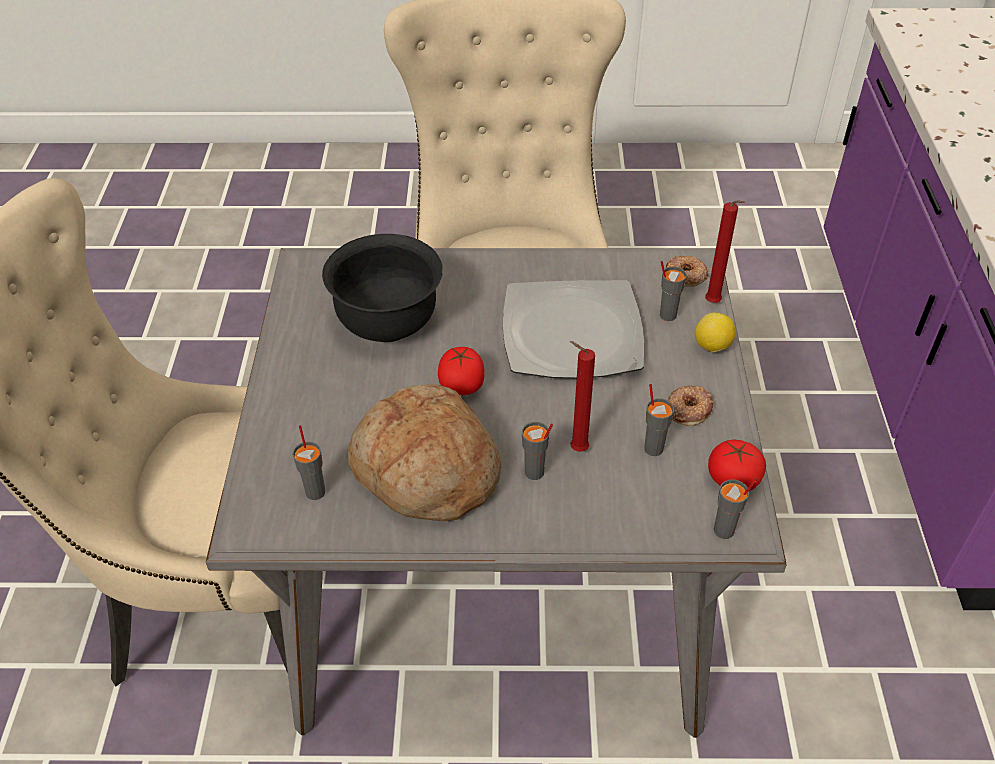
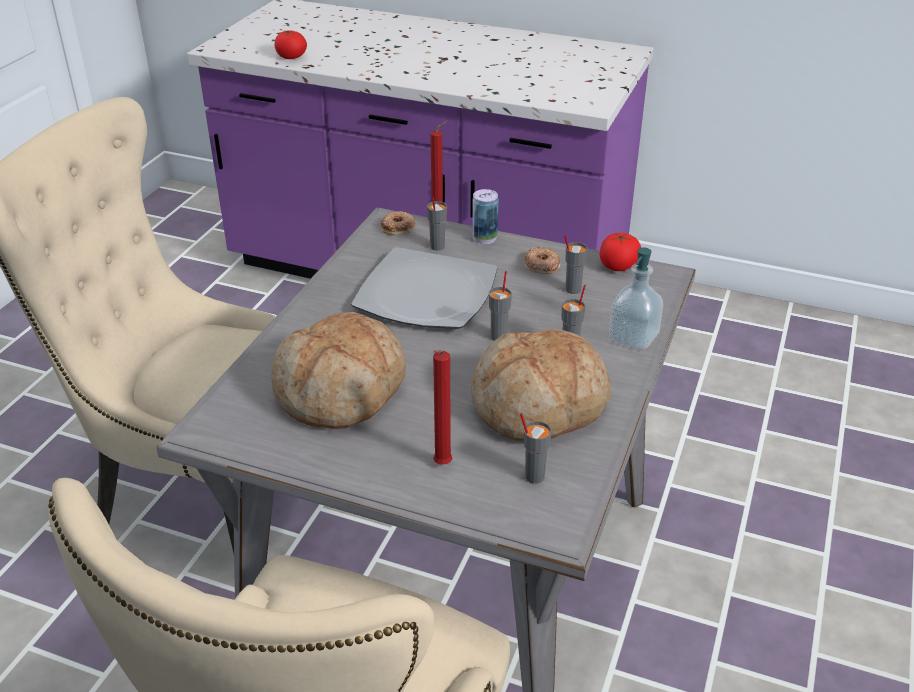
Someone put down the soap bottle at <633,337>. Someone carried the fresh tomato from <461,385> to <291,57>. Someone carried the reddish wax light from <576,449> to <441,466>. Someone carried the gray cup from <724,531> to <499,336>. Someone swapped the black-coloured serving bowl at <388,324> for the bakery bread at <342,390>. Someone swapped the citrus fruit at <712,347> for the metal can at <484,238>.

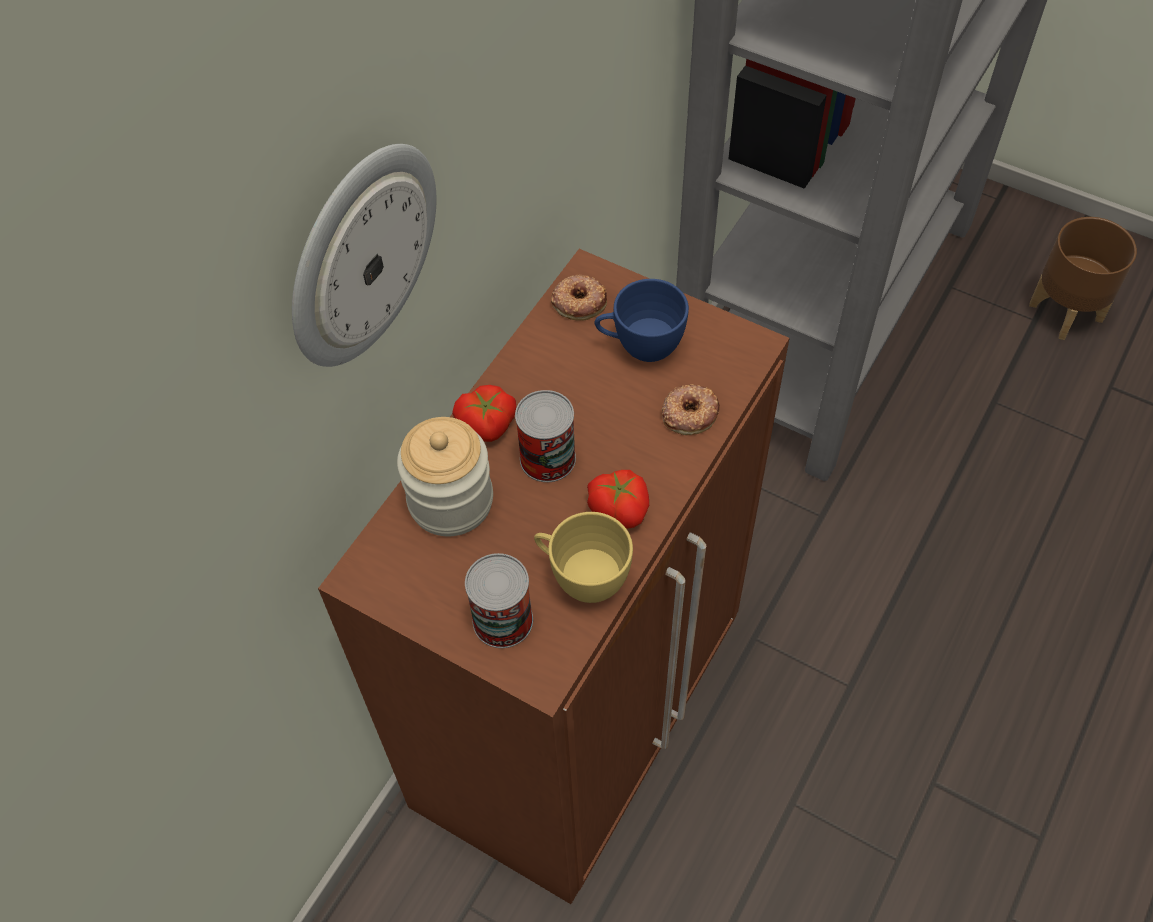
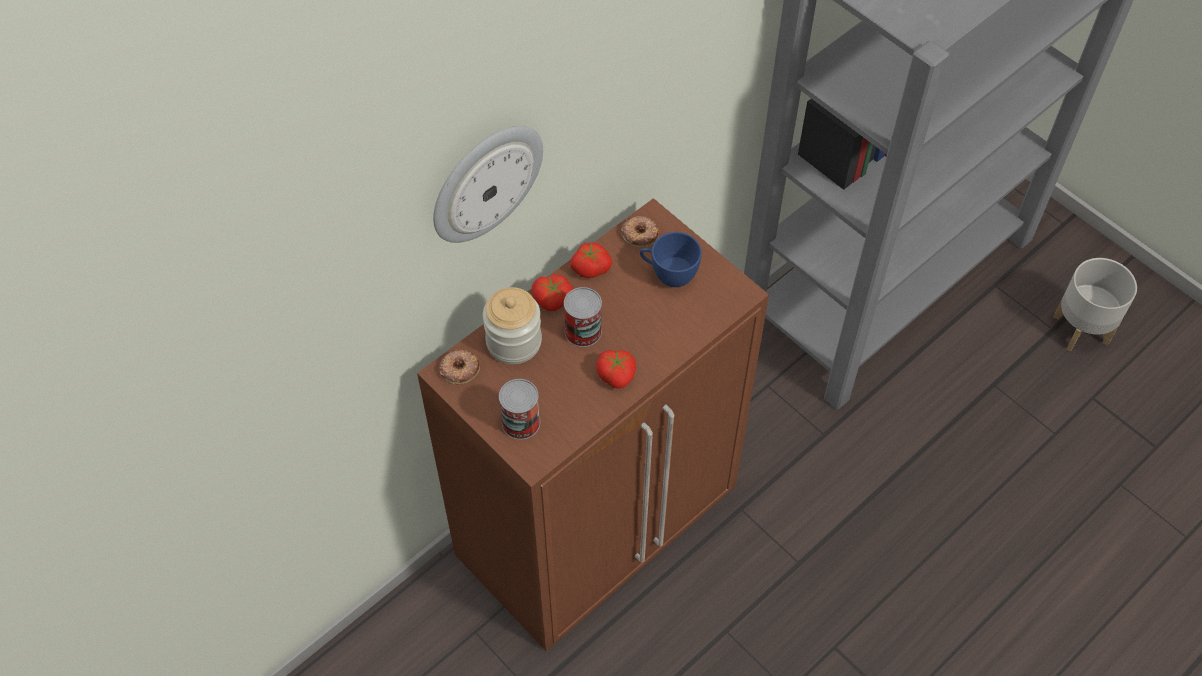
Someone took away the yellow-coloured cup at <582,577>. Someone put down the fresh tomato at <590,267>. Someone carried the donut from <689,413> to <459,369>. Someone repainted the brown-coloured plant pot at <1066,312>, which became the gray plant pot at <1082,329>.

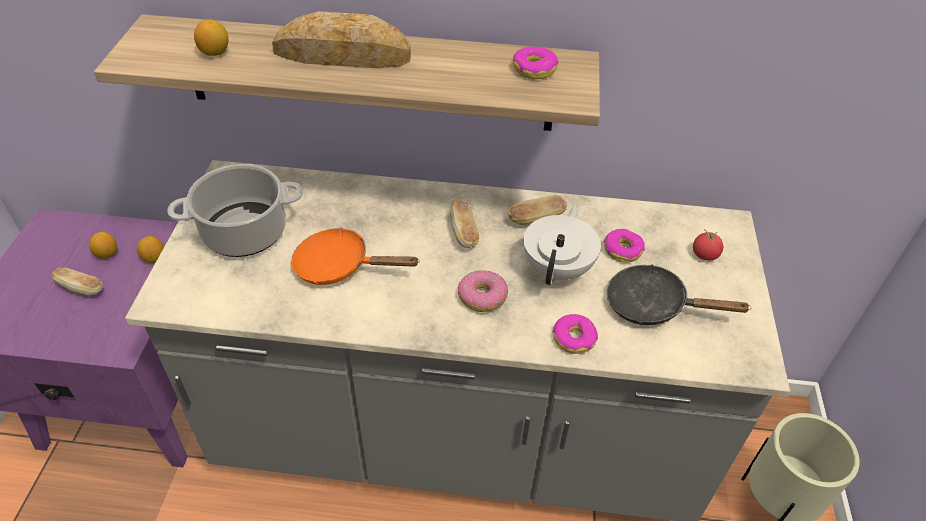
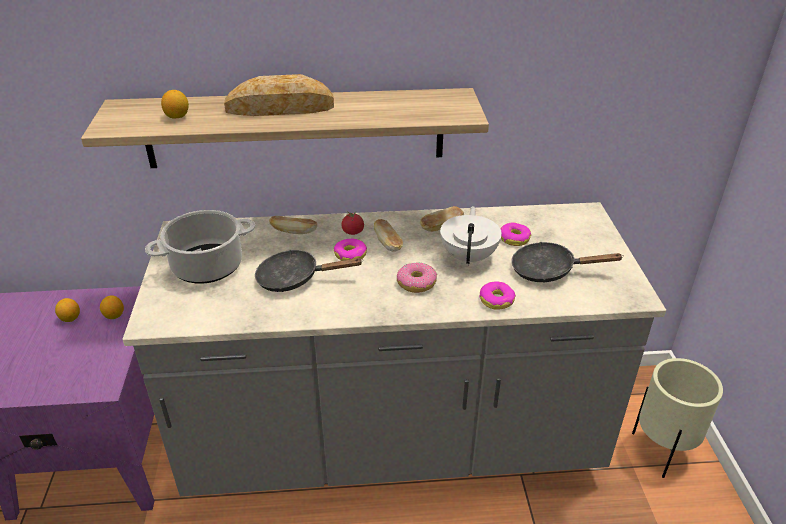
Someone carried the bakery bread from <81,288> to <294,232>. Someone carried the donut from <534,69> to <350,255>. Someone carried the fresh tomato from <704,255> to <353,232>. Someone repainted the orange frying pan at <339,266>, which became the black-coloured frying pan at <295,279>.

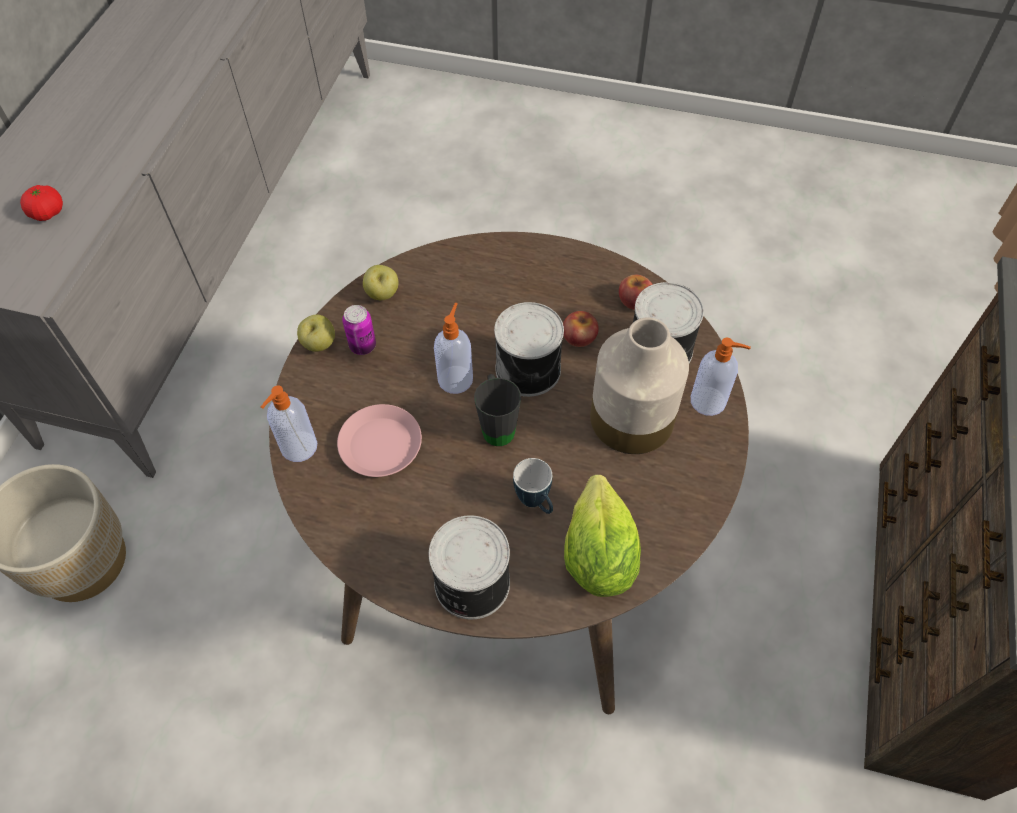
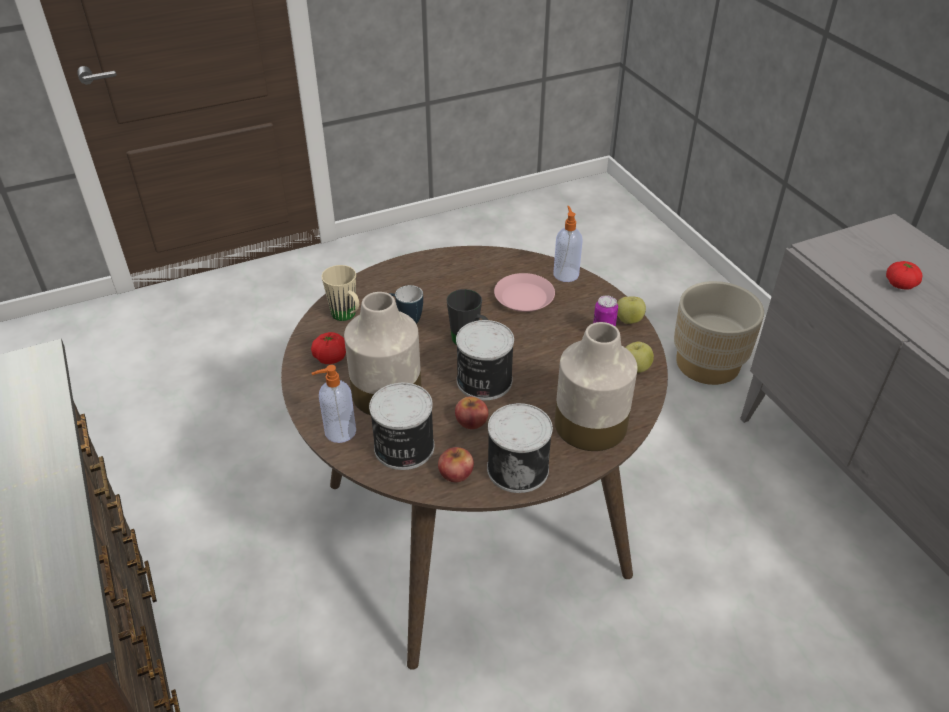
Someone took away the soap bottle at <456,378>. Someone put down the fresh tomato at <331,358>. Someone put down the beige-coloured flower vase at <590,423>. Someone carried the metal can from <470,584> to <518,467>. Someone swapped the lettuce at <598,556> for the beige-coloured coffee mug at <347,317>.

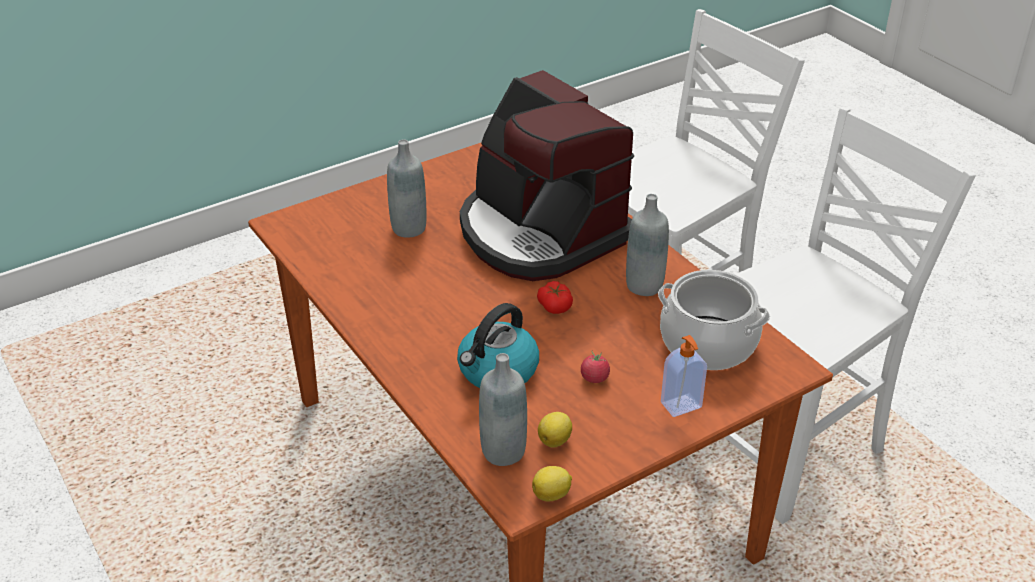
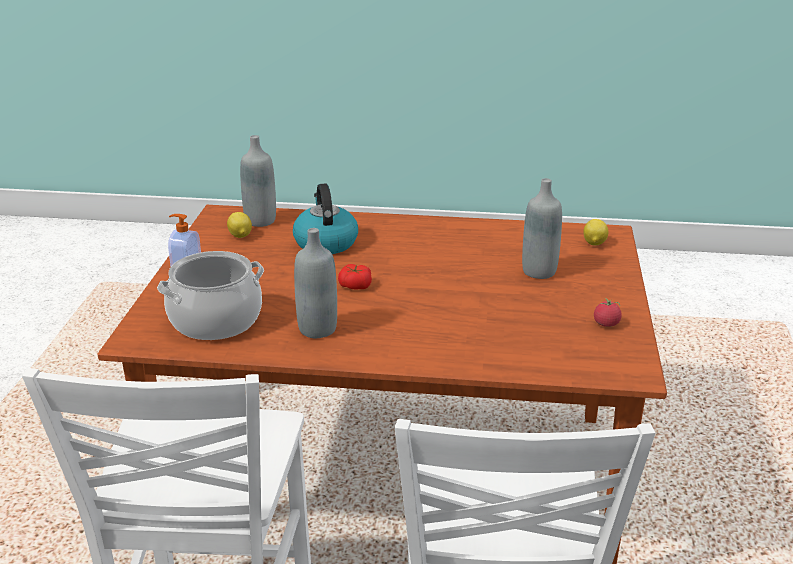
Someone took away the coffee maker at <539,233>. Someone carried the citrus fruit from <552,495> to <594,243>. Someone carried the fresh tomato from <594,378> to <606,324>.

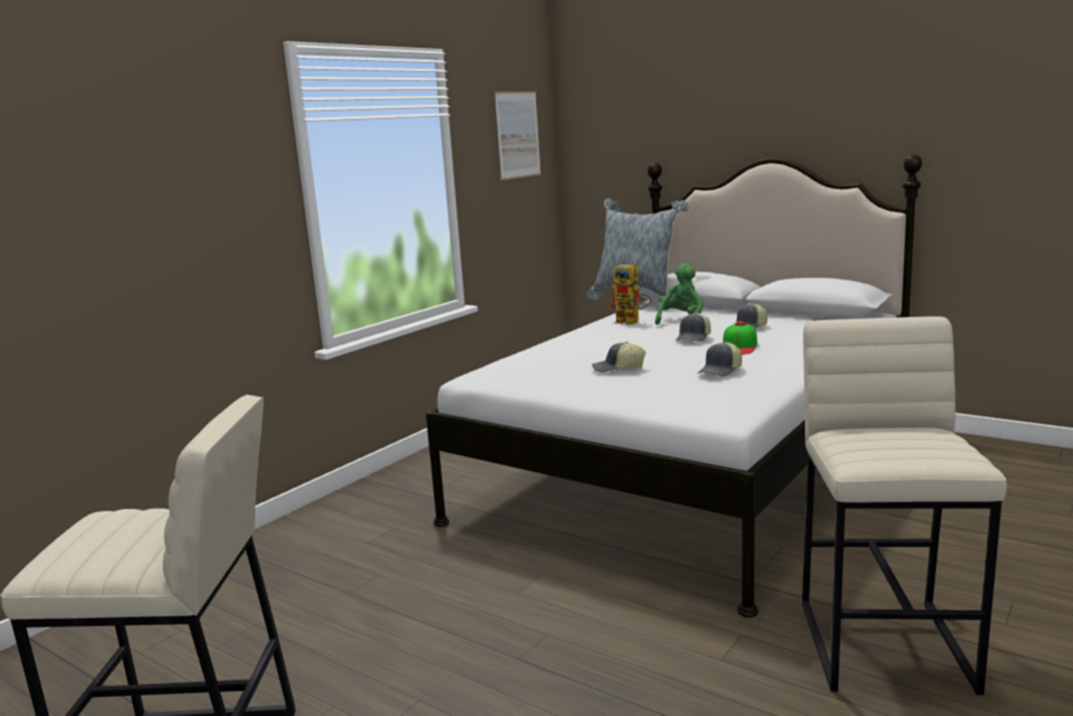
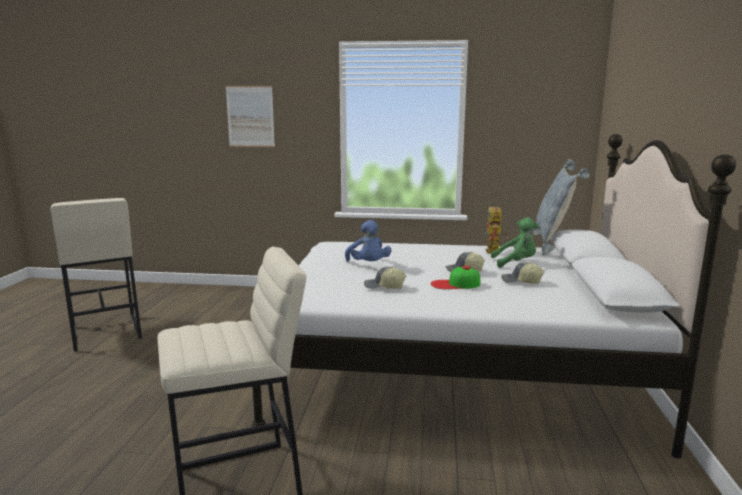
Someone carried the picture from <518,135> to <250,116>. Someone swapped the cap at <618,369> for the blue plush toy at <368,265>.

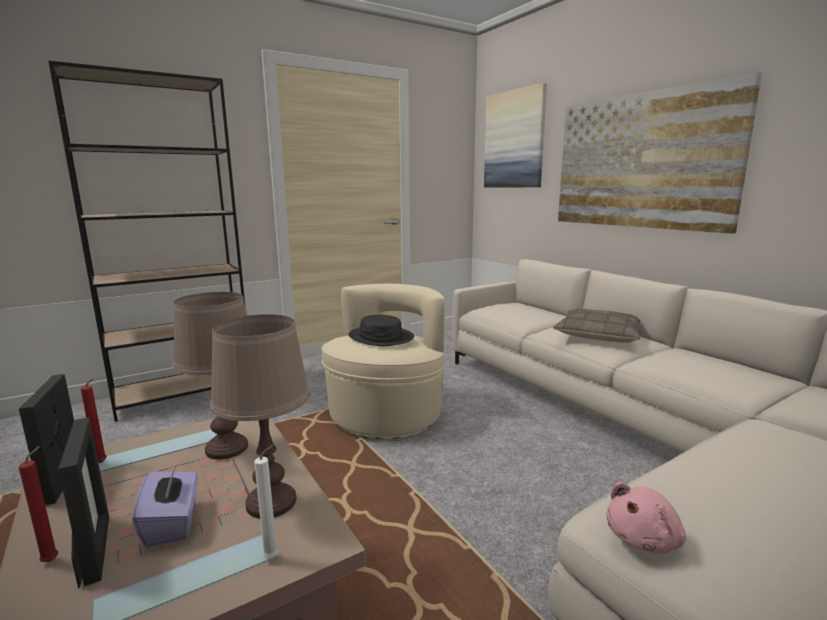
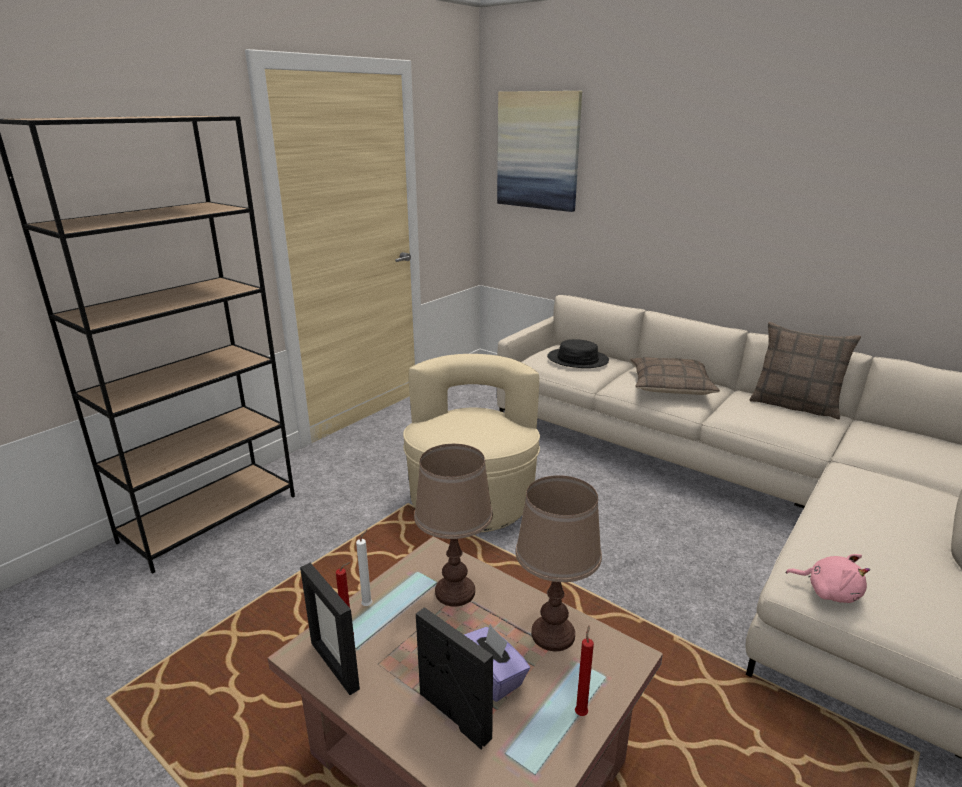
Someone took away the picture at <642,161>. Someone put down the pillow at <794,405>. Someone carried the reddish wax light from <53,560> to <581,712>. Someone carried the white wax light from <273,556> to <368,604>. Someone carried the black-coloured wearable hat from <381,337> to <577,360>. Someone rotated the pink plush toy at <644,539> by 90 degrees counterclockwise.

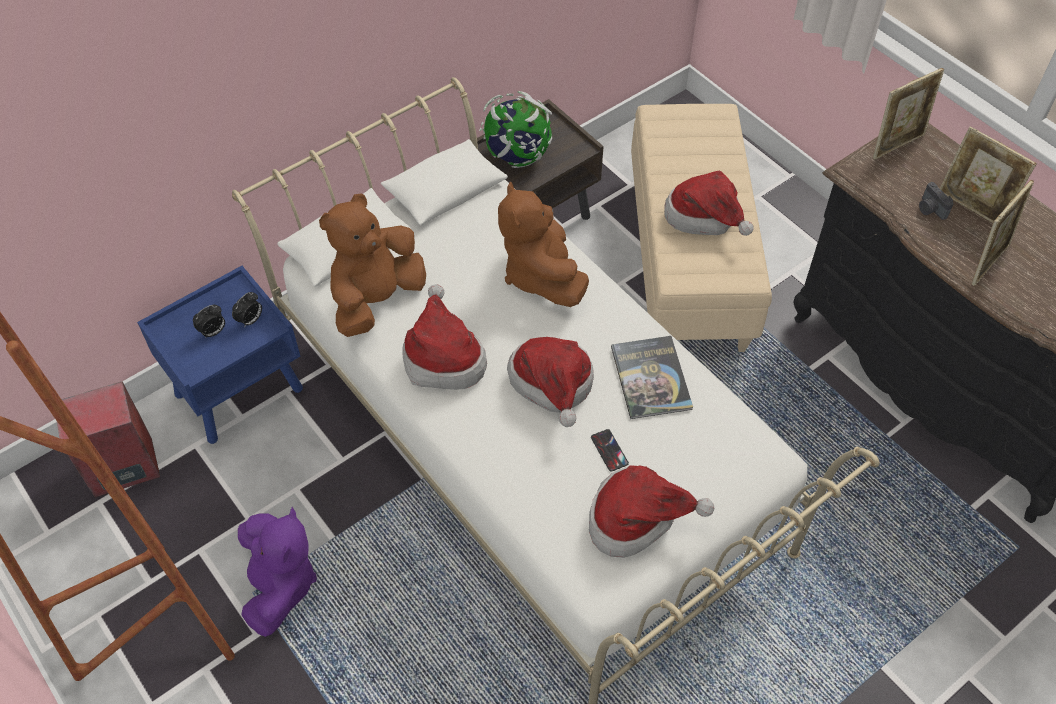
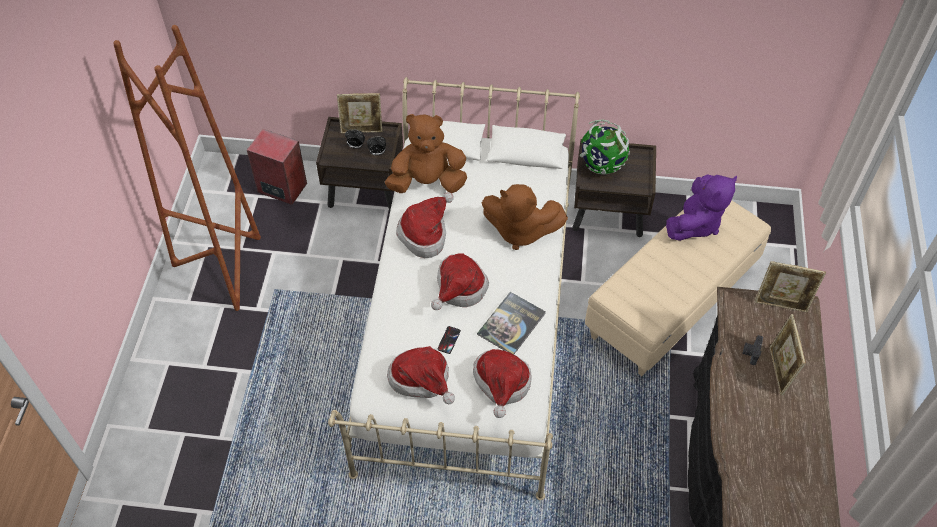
Someone carried the purplish plush toy from <279,585> to <695,224>. Someone carried the wearable hat from <705,218> to <502,385>. Someone carried the picture frame from <987,262> to <362,130>. Someone repainted the blue bedside table at <240,391>, which became the brown-coloured bedside table at <366,192>. Someone rotated the brown-coloured plush toy at <541,275> by 105 degrees counterclockwise.

